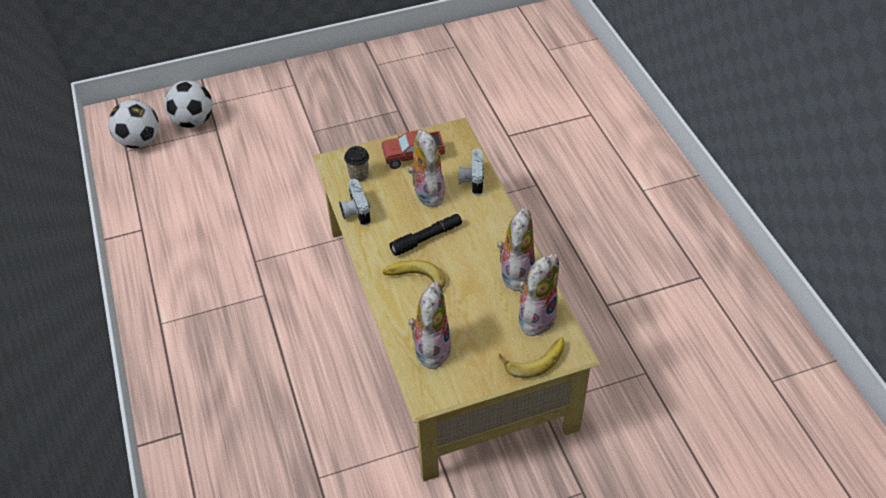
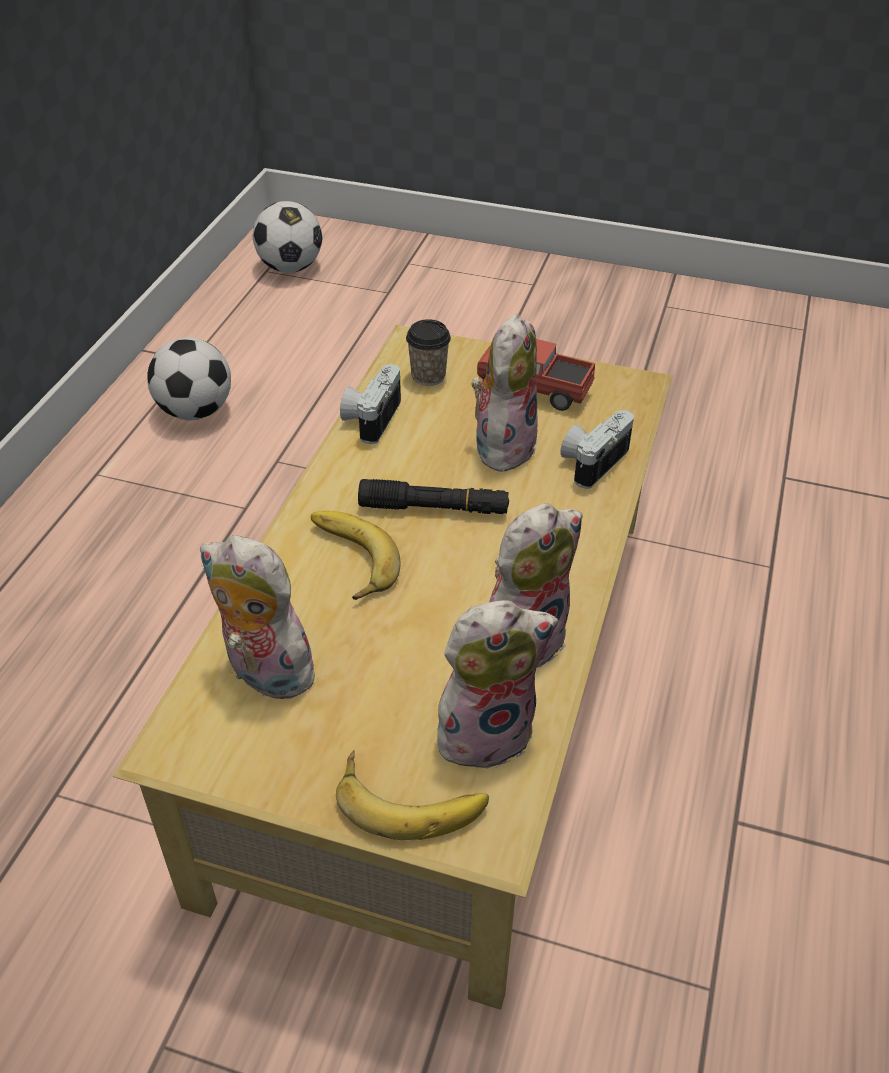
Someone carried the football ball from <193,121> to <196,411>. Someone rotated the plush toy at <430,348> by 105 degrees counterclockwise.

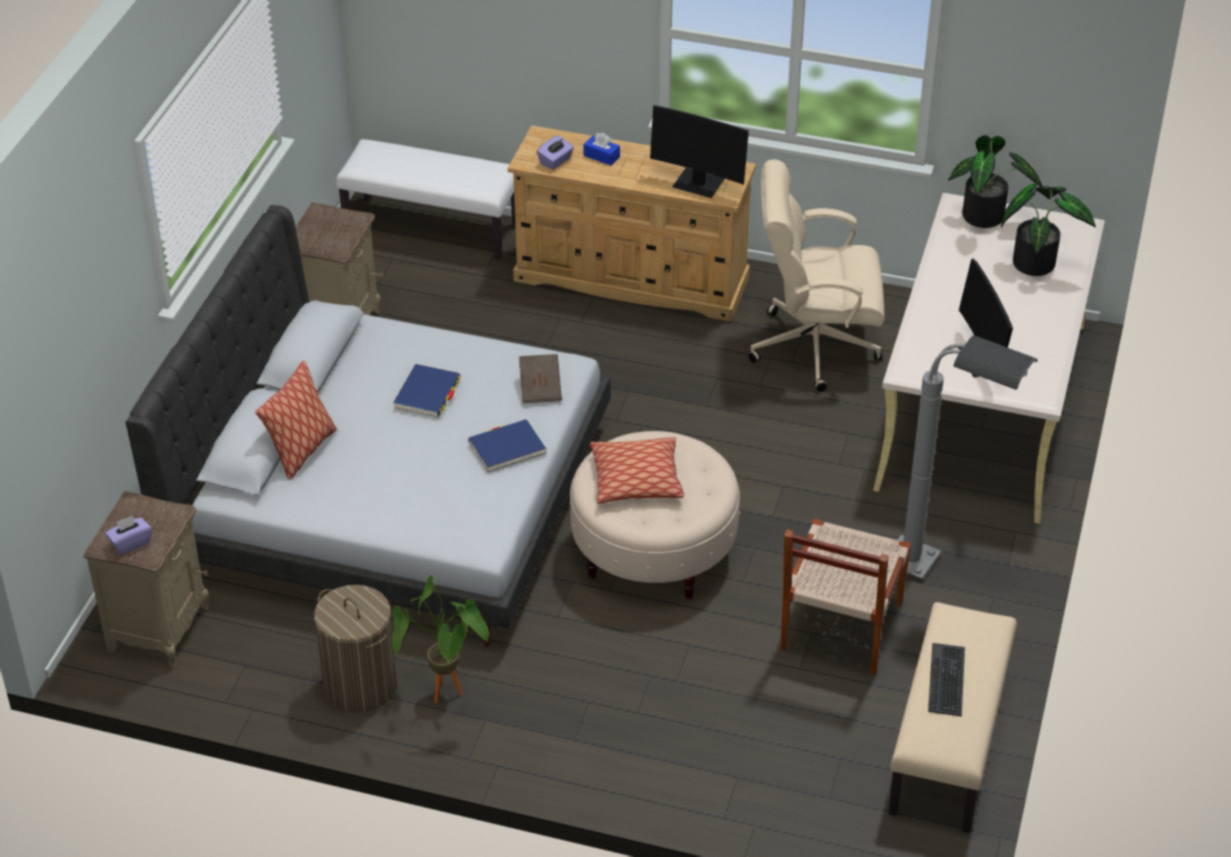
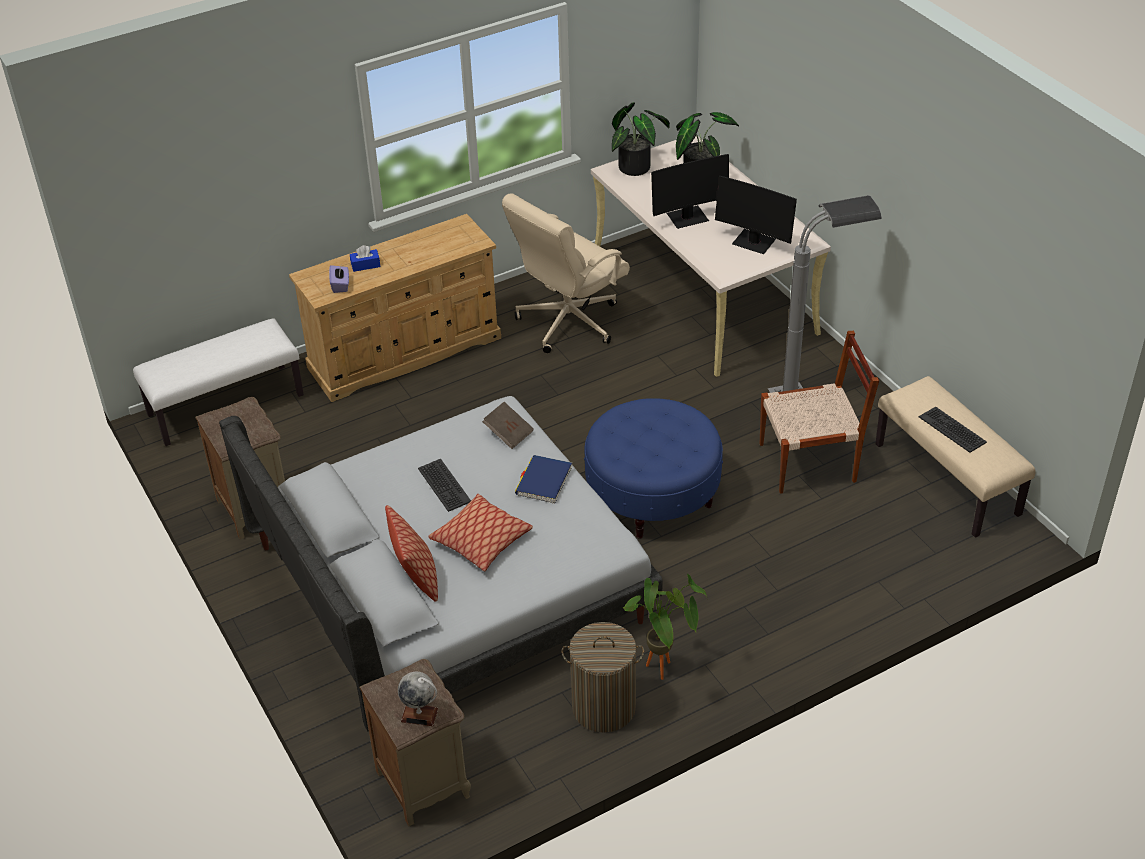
Someone carried the pillow from <636,480> to <481,540>. Someone carried the computer display from <698,184> to <687,218>. Someone swapped the purplish box of tissues at <130,543> for the desk globe at <419,715>. Someone swapped the blue book at <427,394> for the keyboard at <443,485>. Someone repainted the beige-coloured footrest at <653,551>, which became the blue footrest at <652,496>. Someone rotated the plain chair at <839,630> by 75 degrees counterclockwise.

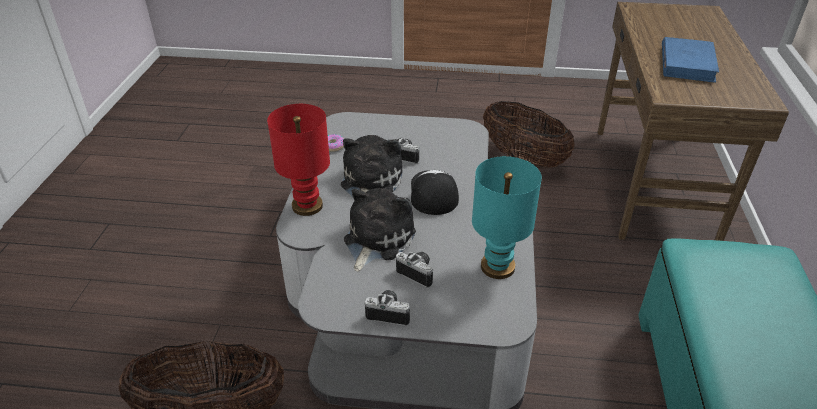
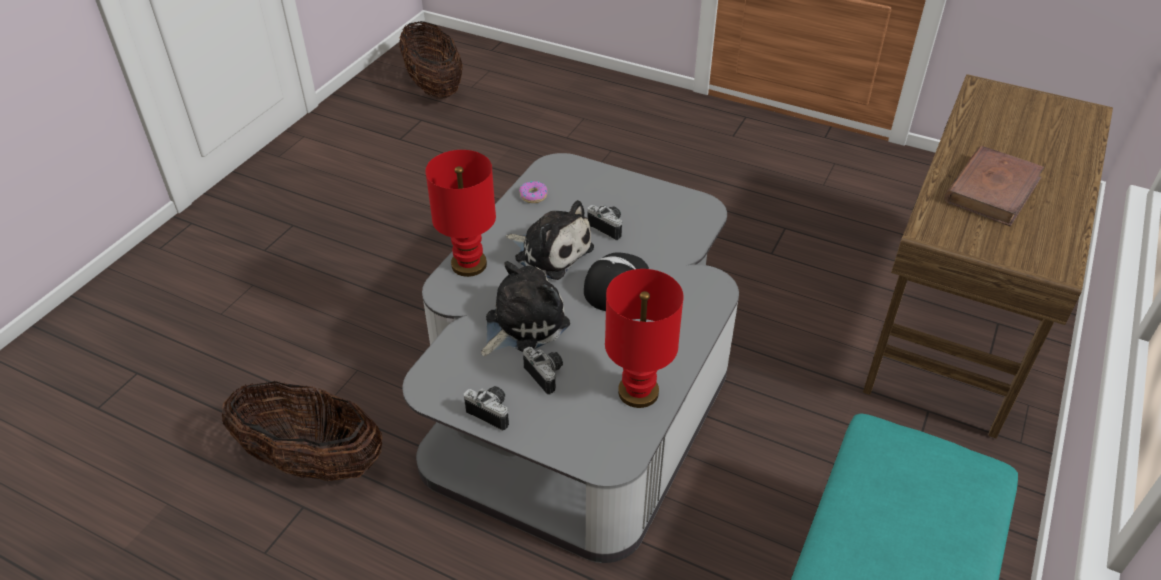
Someone carried the household basket from <523,159> to <434,87>. Someone repainted the turquoise table lamp at <498,267>, which became the reddish table lamp at <638,393>. Someone repainted the blue book at <687,63>, which became the brown-coloured book at <992,190>. Someone rotated the plush toy at <369,182> by 90 degrees clockwise.

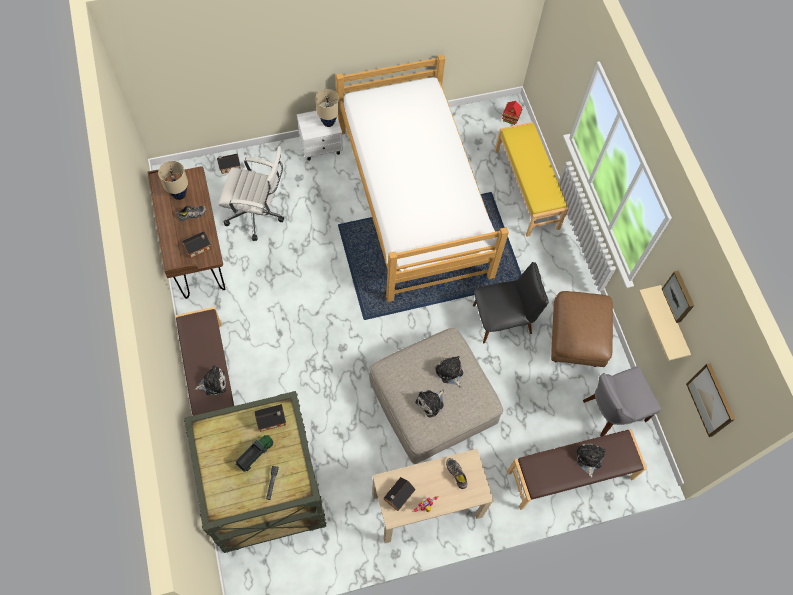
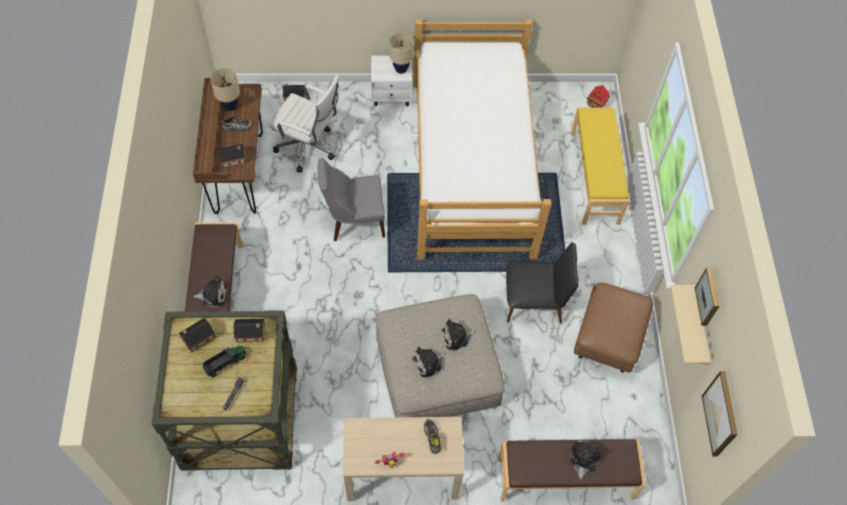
Someone carried the model house from <398,496> to <197,338>. Someone carried the gray plain chair from <611,411> to <354,221>. Someone rotated the plush toy at <449,372> by 90 degrees counterclockwise.

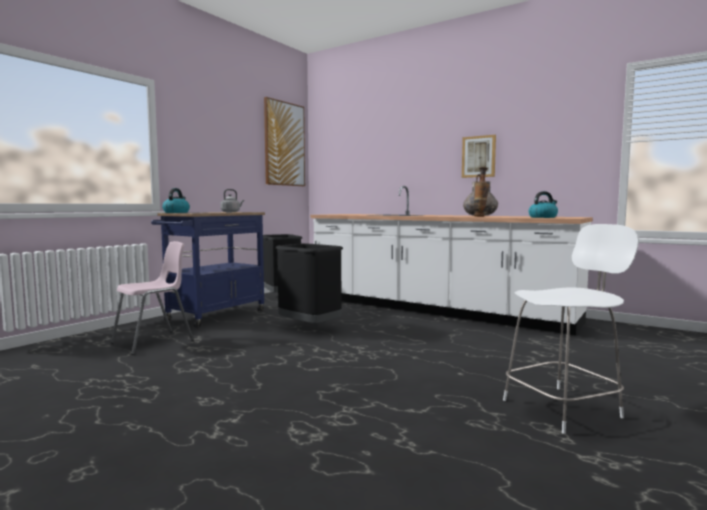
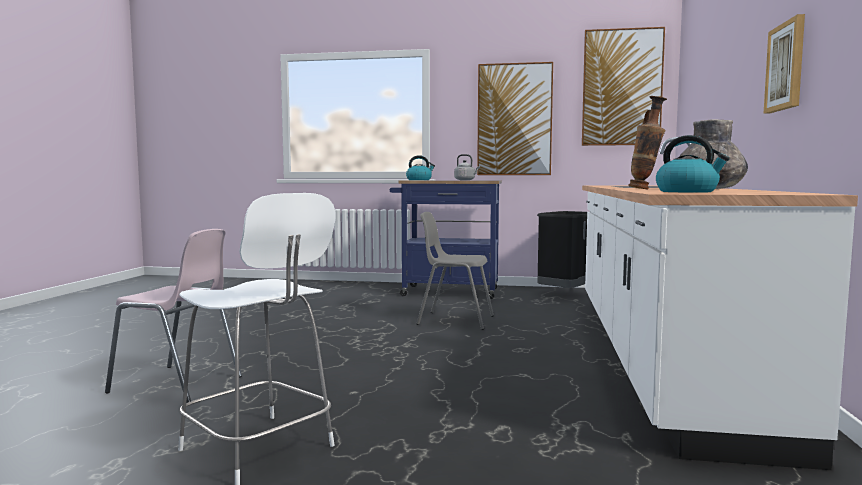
Someone put up the picture at <514,120>. Someone carried the pink plain chair from <154,342> to <177,385>. Someone swapped the black-coloured trash can at <309,327> for the gray plain chair at <455,320>.

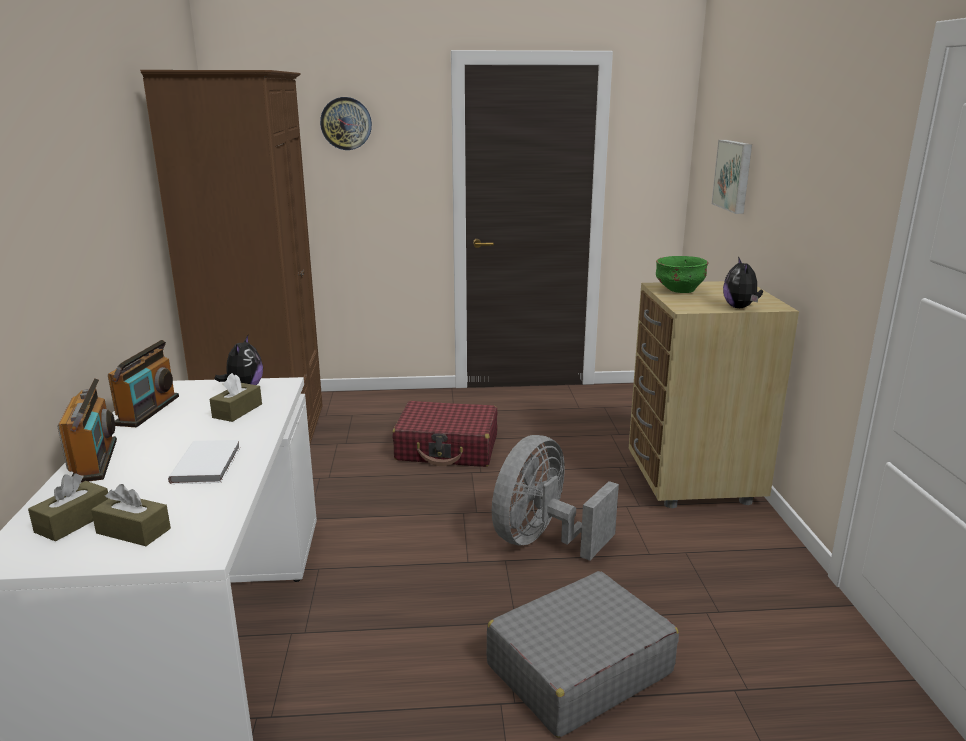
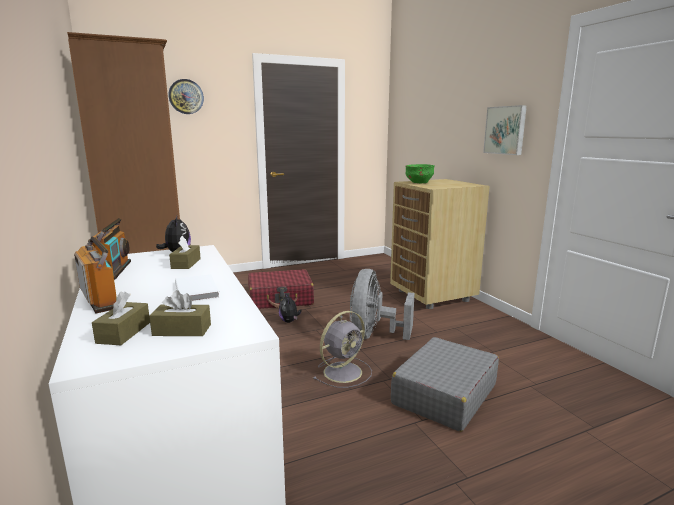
Someone put down the gray electric fan at <344,371>. Someone carried the picture from <734,175> to <505,130>. Someone carried the plush toy from <740,307> to <289,321>.

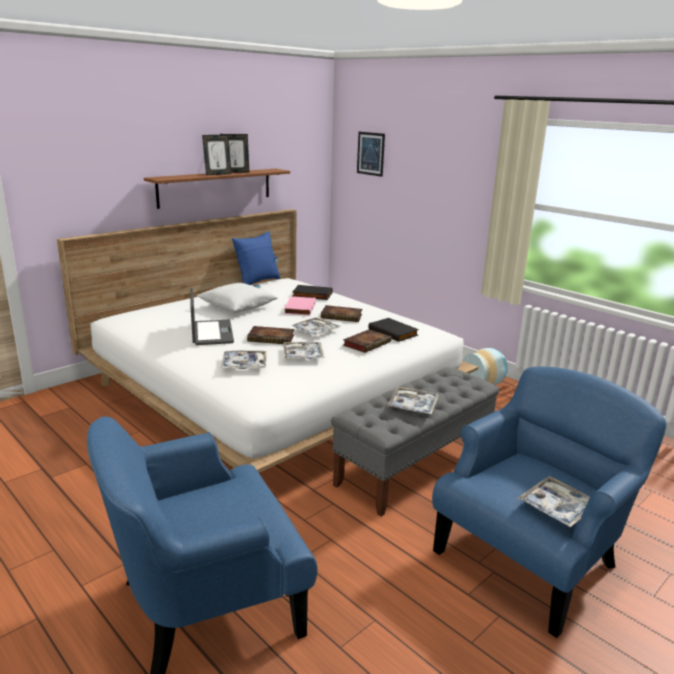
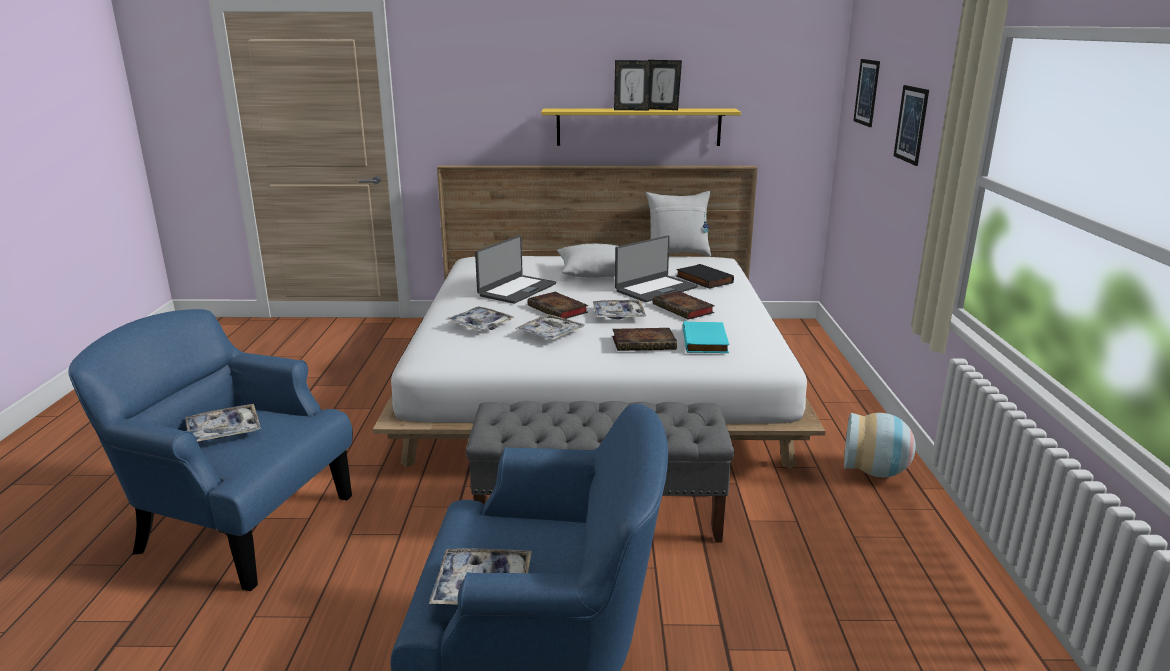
Someone put up the picture at <911,124>. Someone carried the serving tray from <413,406> to <223,431>. Someone swapped the pink book at <299,308> for the notebook computer at <655,289>. Someone repainted the brown-coloured bracket shelf at <215,187>, which became the yellow-coloured bracket shelf at <638,127>. Someone repainted the blue pillow at <257,282>, which became the gray pillow at <677,254>. Someone repainted the black-coloured book at <394,332>, which became the turquoise book at <706,341>.

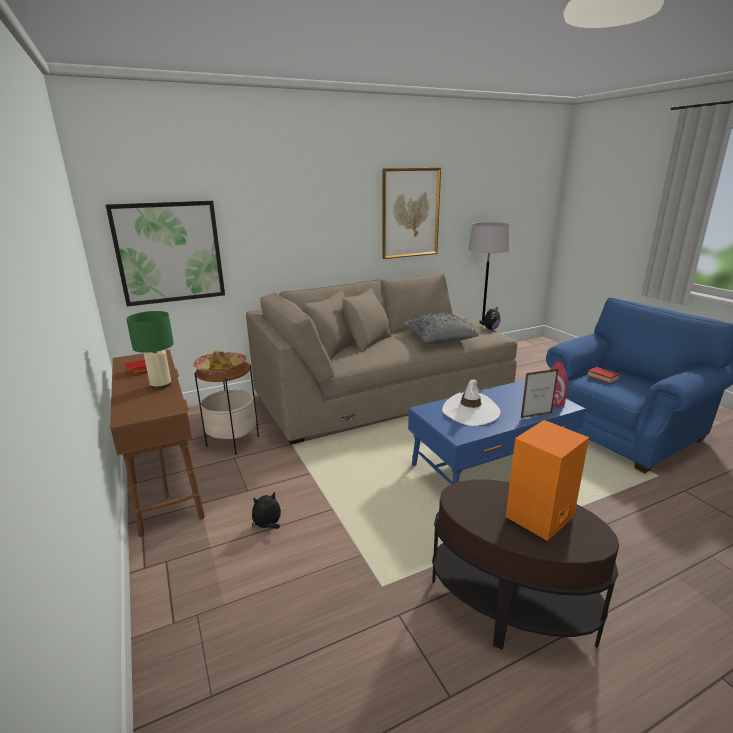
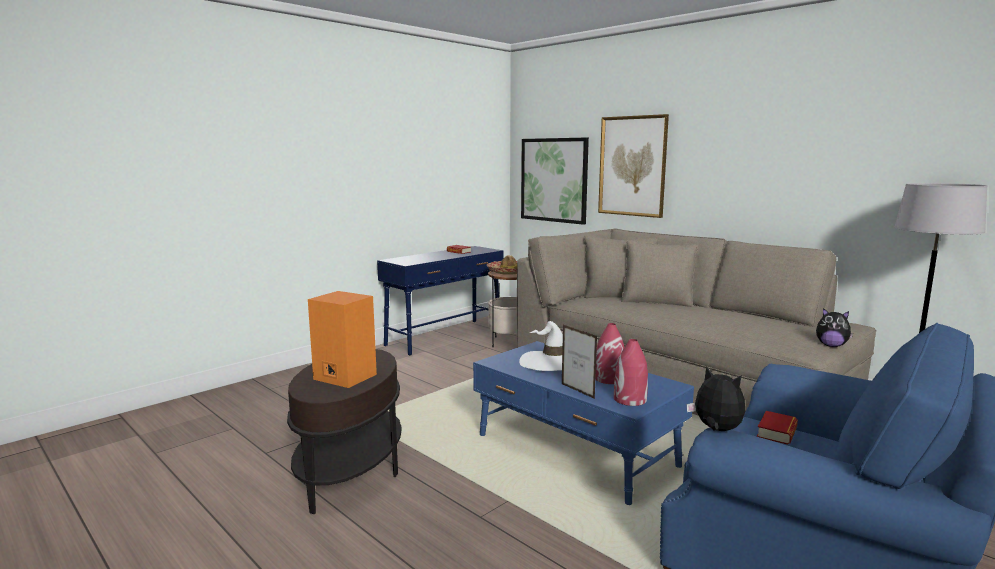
Someone took away the green table lamp at <161,386>. Someone took away the gray pillow at <440,338>. Someone put down the reddish flower vase at <609,378>. Someone carried the plush toy from <268,526> to <716,430>. Someone carried the picture from <410,213> to <632,166>. Someone repainted the brown-coloured narrow table at <166,479>, which became the blue narrow table at <445,337>.

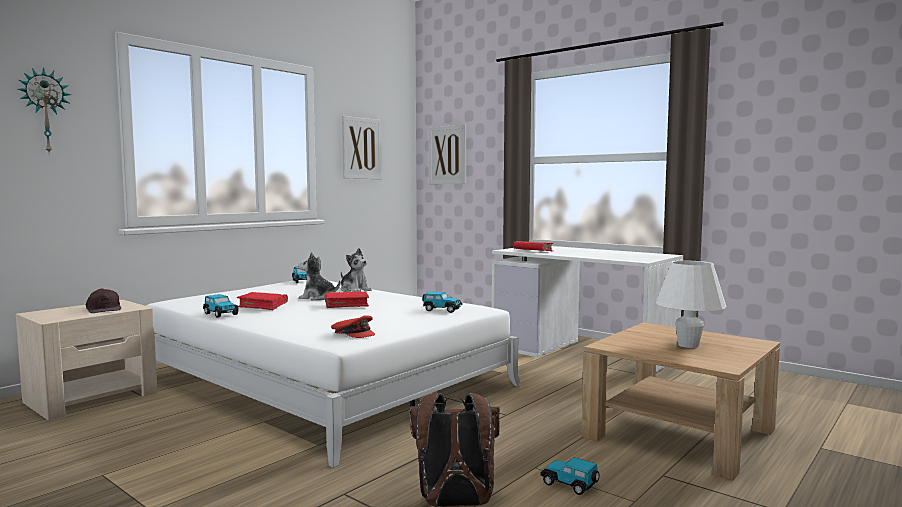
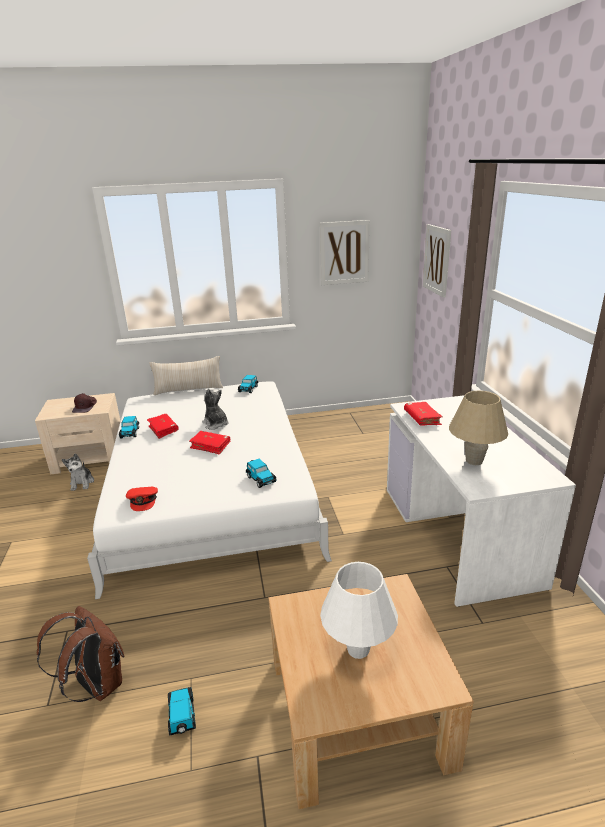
Someone took away the hanging clock at <45,111>. Someone put down the beige-coloured pillow at <188,390>. Someone put down the beige-coloured table lamp at <474,461>. Someone carried the plush toy from <355,290> to <82,483>.

